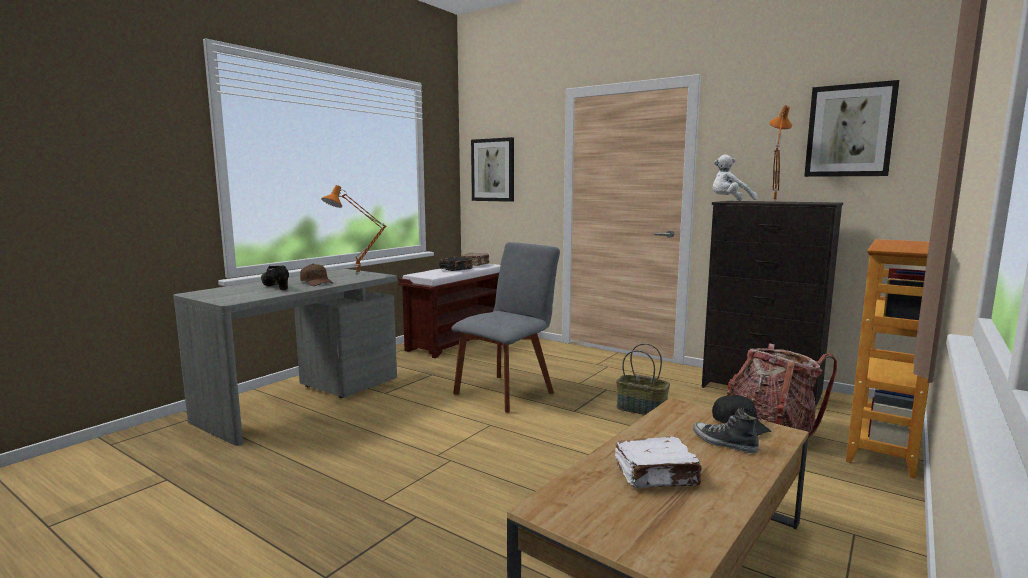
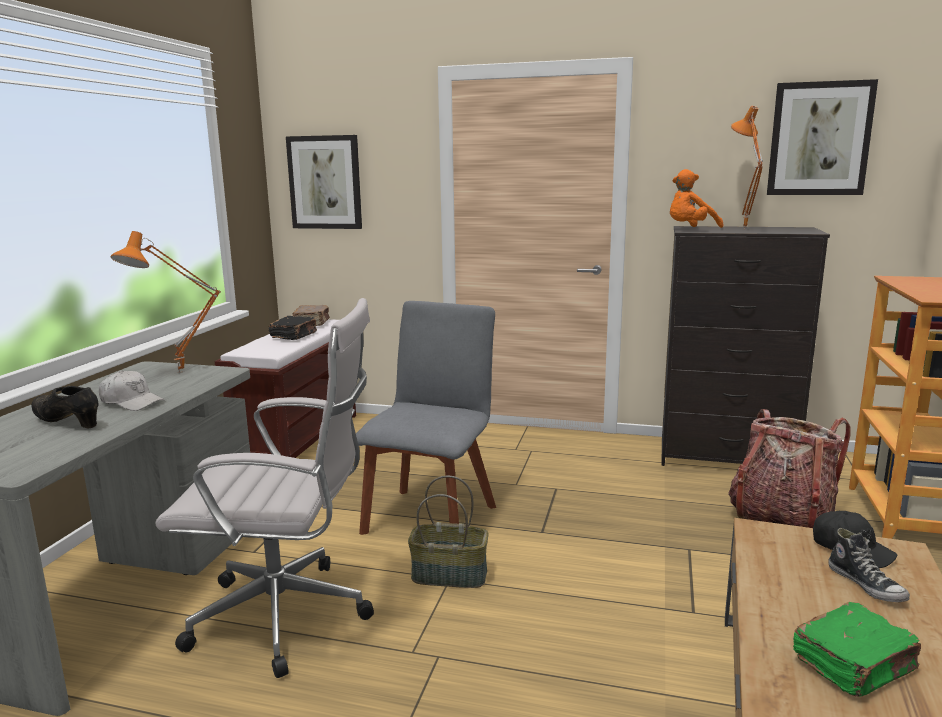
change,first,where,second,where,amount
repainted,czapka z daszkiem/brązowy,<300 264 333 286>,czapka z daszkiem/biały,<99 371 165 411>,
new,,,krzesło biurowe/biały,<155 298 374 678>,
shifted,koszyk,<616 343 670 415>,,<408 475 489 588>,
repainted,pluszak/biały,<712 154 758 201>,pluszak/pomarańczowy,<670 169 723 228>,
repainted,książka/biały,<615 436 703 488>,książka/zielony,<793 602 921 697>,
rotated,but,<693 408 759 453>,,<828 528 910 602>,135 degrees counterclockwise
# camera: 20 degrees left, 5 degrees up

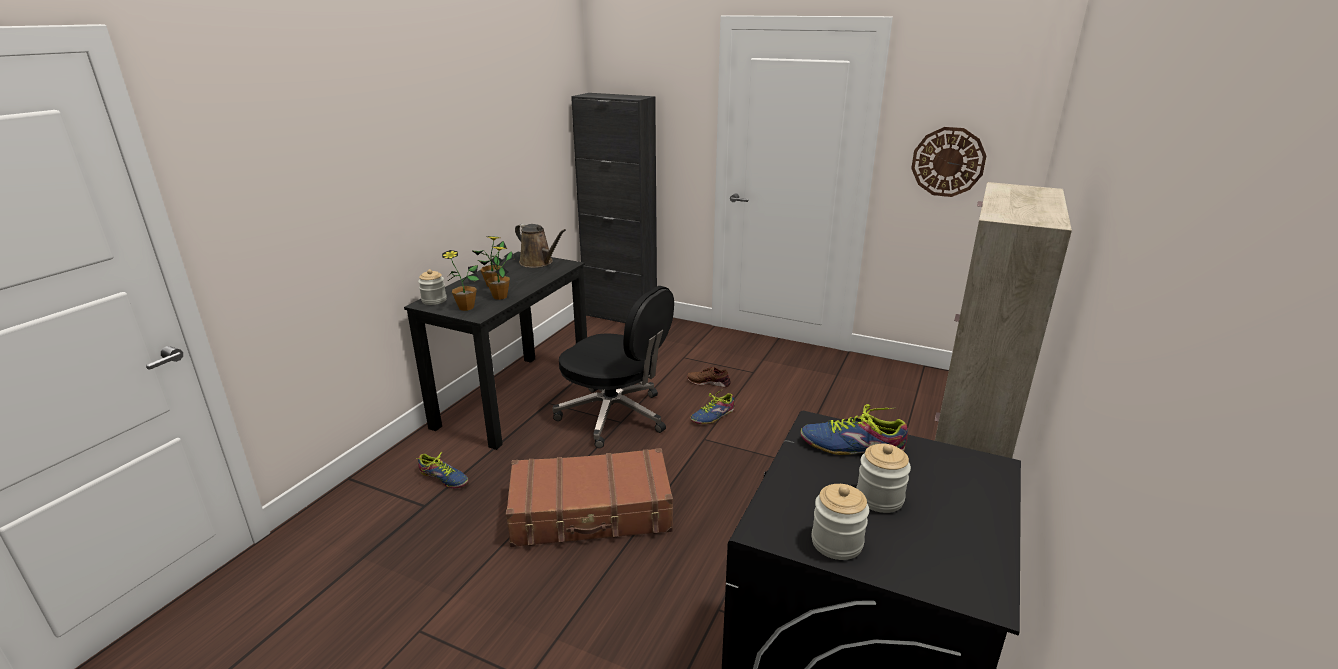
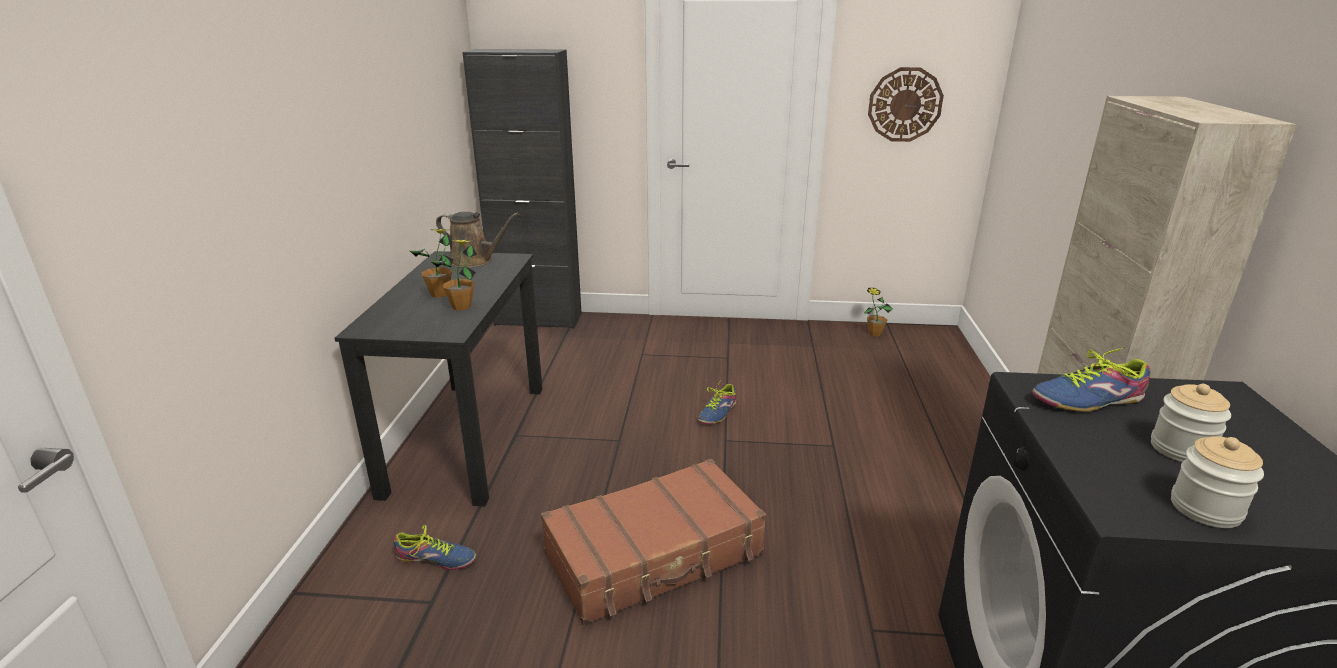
change,first,where,second,where,amount
shifted,roślina doniczkowa,<442 250 479 311>,,<864 288 893 336>,
gone,słoik,<418 269 447 305>,,,
gone,krzesło biurowe/czarny,<552 286 674 448>,,,
gone,but/brązowy,<687 366 731 387>,,,
# camera: 20 degrees left, 0 degrees up

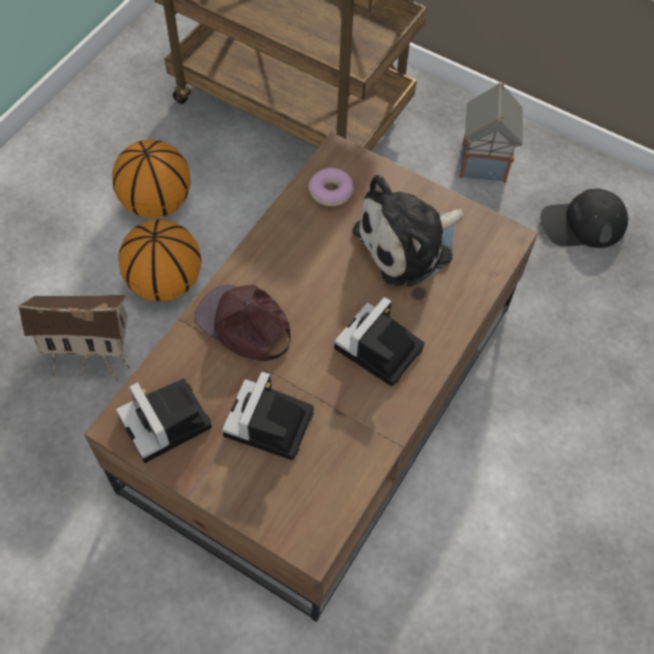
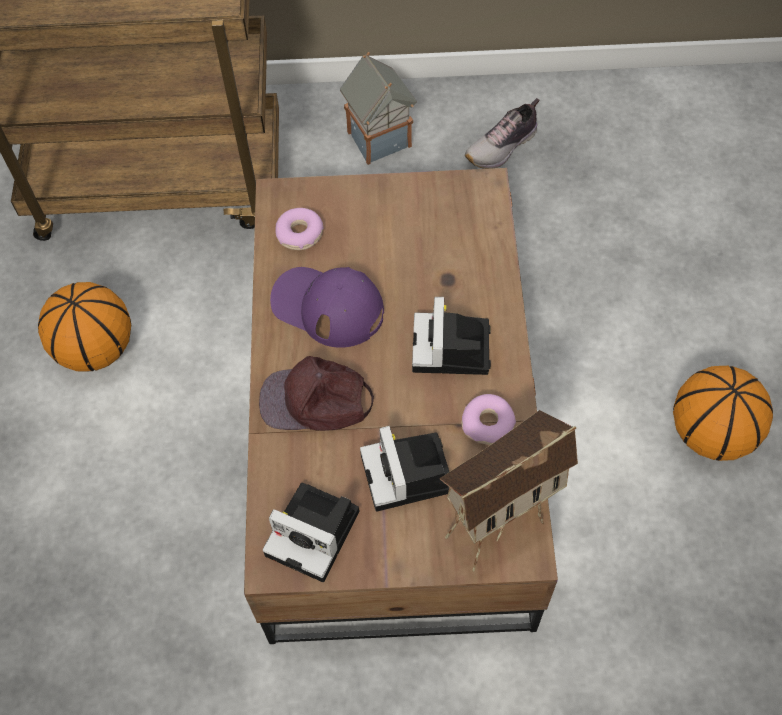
change,first,where,second,where,amount
new,,,czapka z daszkiem/fioletowy,<270 267 384 348>,
shifted,domek,<17 295 130 381>,,<440 410 578 572>,
new,,,donut,<461 394 516 445>,
swapped,czapka z daszkiem/czarny,<540 188 628 248>,but,<465 98 539 169>,
shifted,piłka do koszykówki,<118 219 201 302>,,<673 366 773 461>,
gone,pluszak,<352 174 463 287>,,,
# camera: 30 degrees left, 0 degrees up

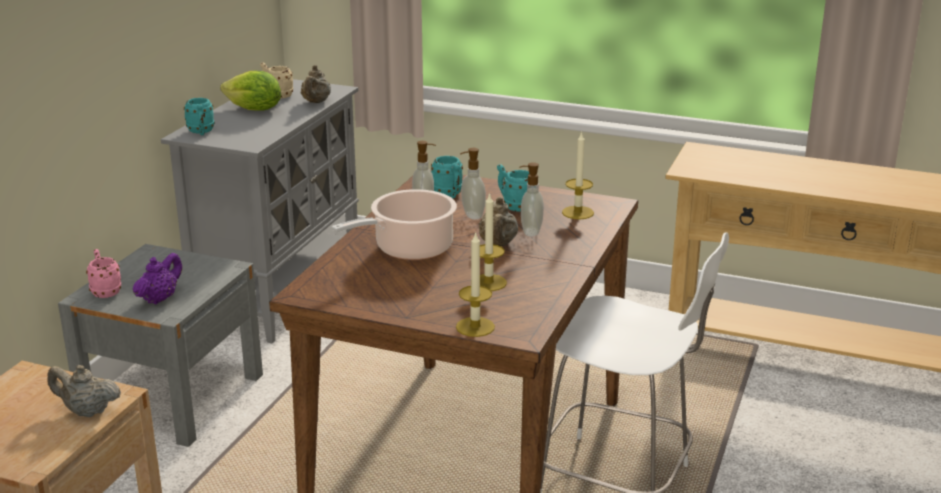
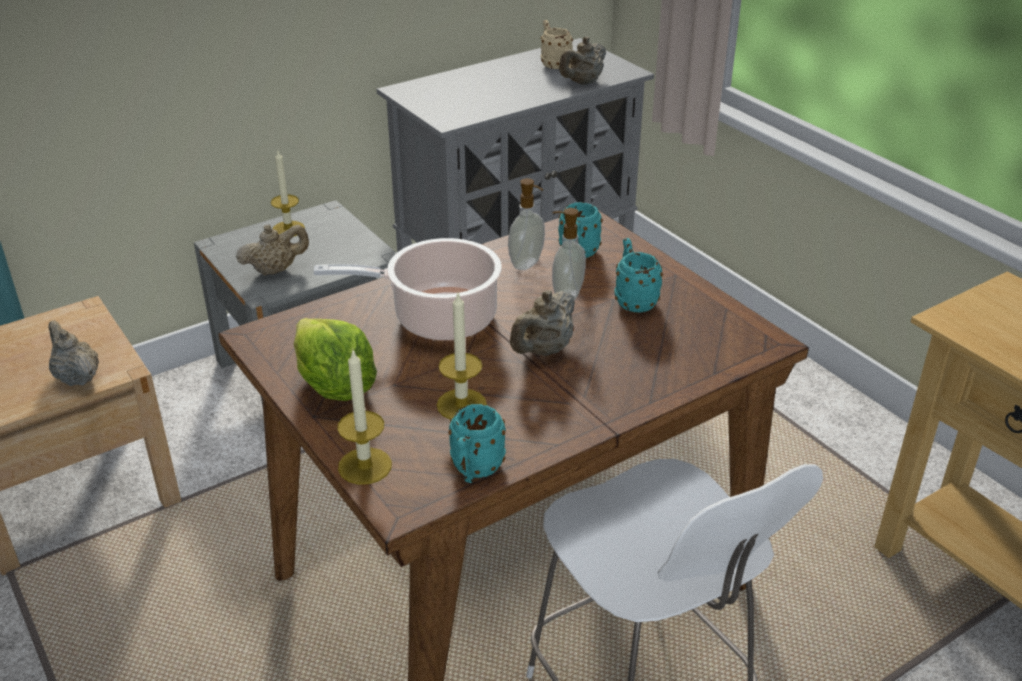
change,first,where,second,where,amount
repainted,imbryk/fioletowy,<133 253 182 304>,imbryk/beżowy,<236 224 309 276>,
shifted,świeca,<562 131 594 219>,,<271 151 305 237>,
shifted,sałata,<220 71 281 111>,,<294 318 377 401>,
shifted,kubek/turkusowy,<184 98 215 135>,,<448 404 506 483>,
gone,kubek/różowy,<86 249 121 298>,,,
gone,dozownik mydła,<519 162 544 237>,,,
# camera: 35 degrees right, 10 degrees up

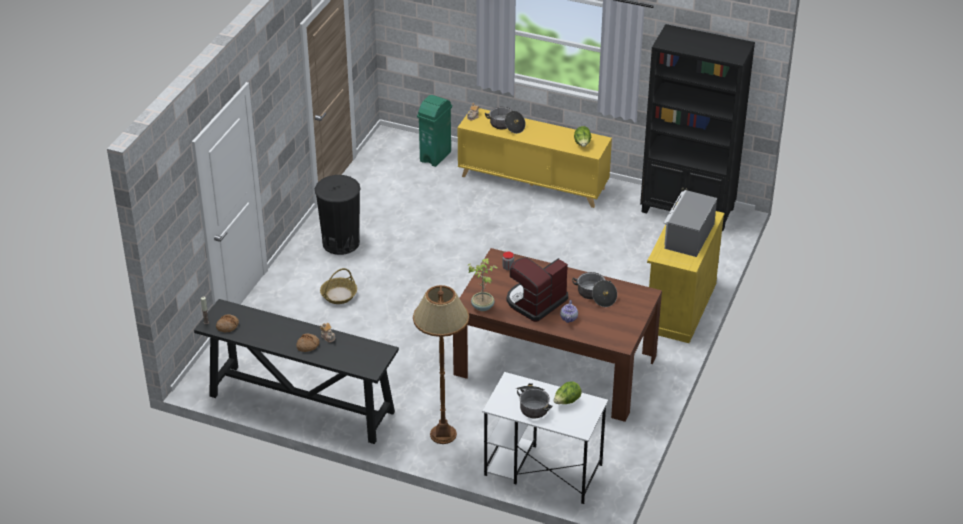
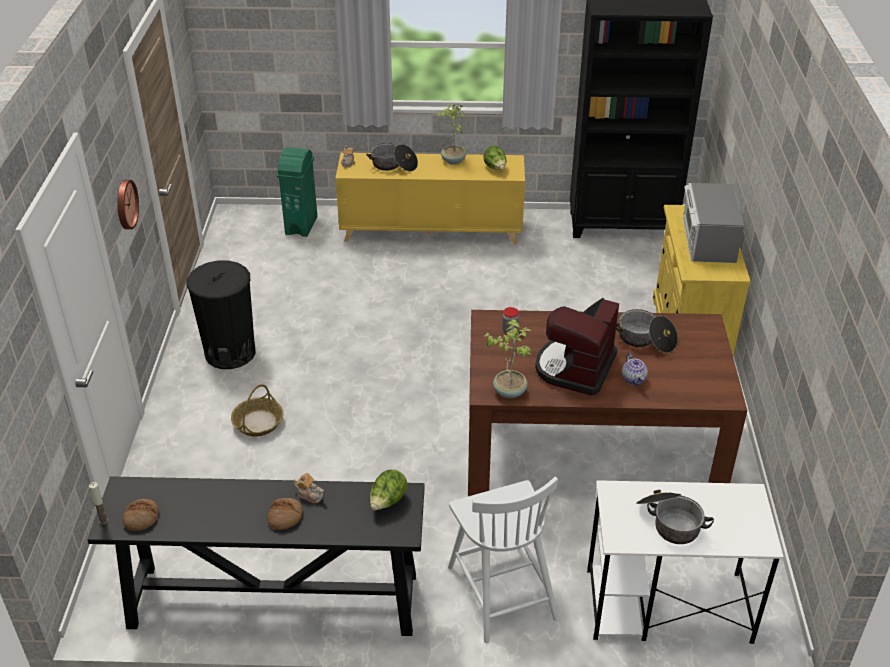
change,first,where,second,where,amount
new,,,zegar ścienny,<118 180 139 229>,
shifted,sałata,<554 381 582 404>,,<370 469 408 510>,
new,,,roślina doniczkowa,<436 104 466 165>,
swapped,lampa stojąca/brązowy,<413 285 469 444>,krzesło/biały,<448 477 559 643>,
# camera: 20 degrees left, 0 degrees up

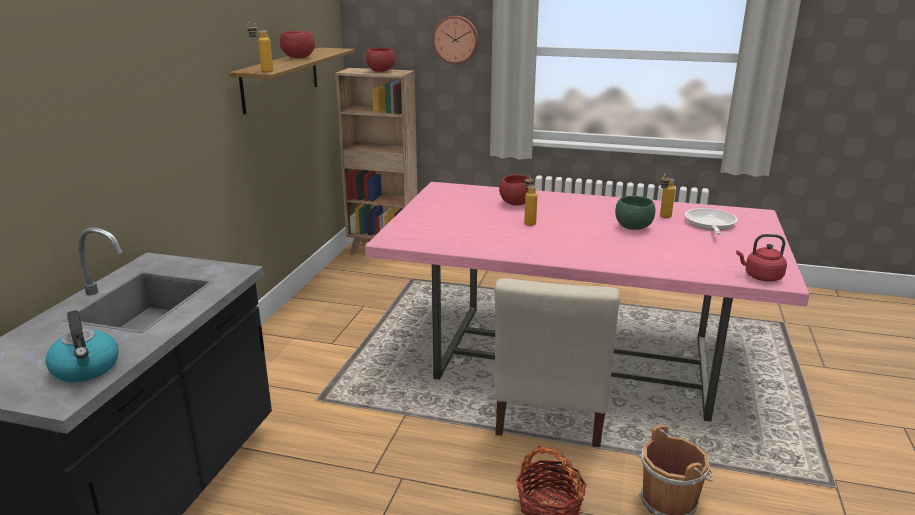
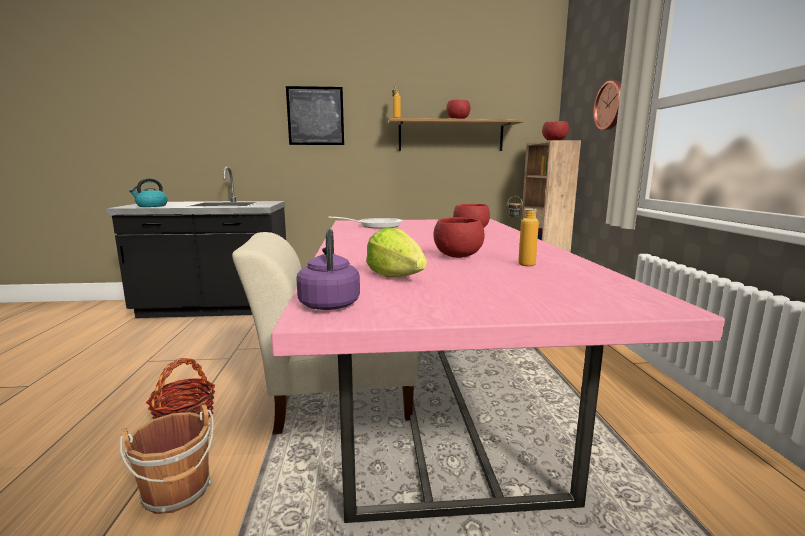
change,first,where,second,where,amount
new,,,obraz,<286 86 344 145>,
repainted,czajnik/czerwony,<736 234 787 282>,czajnik/fioletowy,<296 229 360 310>,
shifted,patelnia,<685 208 738 235>,,<329 216 403 229>,
new,,,sałata,<366 228 427 277>,
repainted,miska/zielony,<615 196 656 230>,miska/czerwony,<433 217 485 258>,
gone,butelka,<524 175 537 226>,,,
# camera: 70 degrees right, 10 degrees down

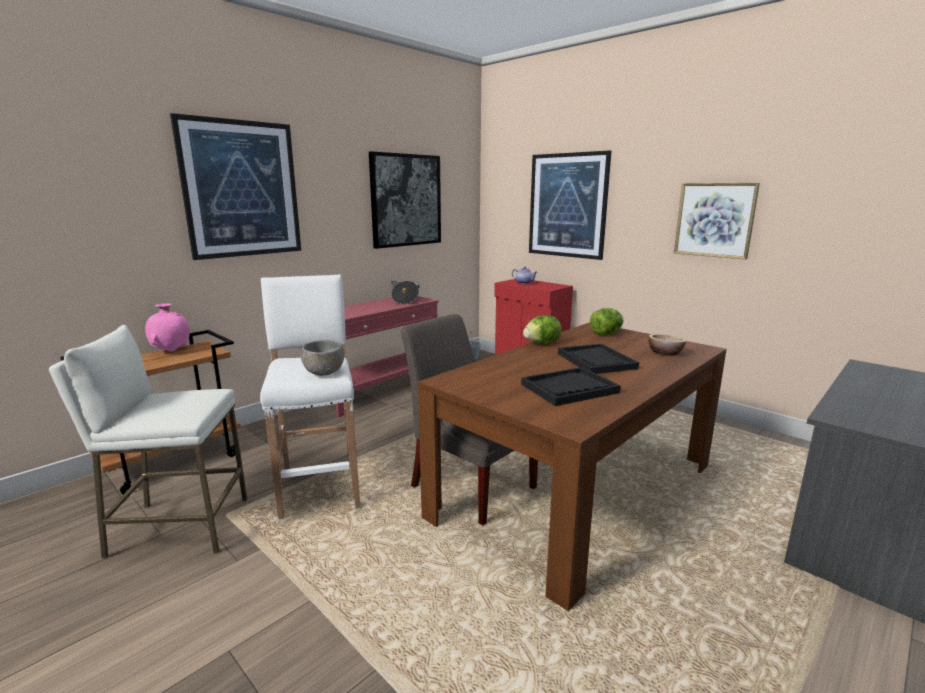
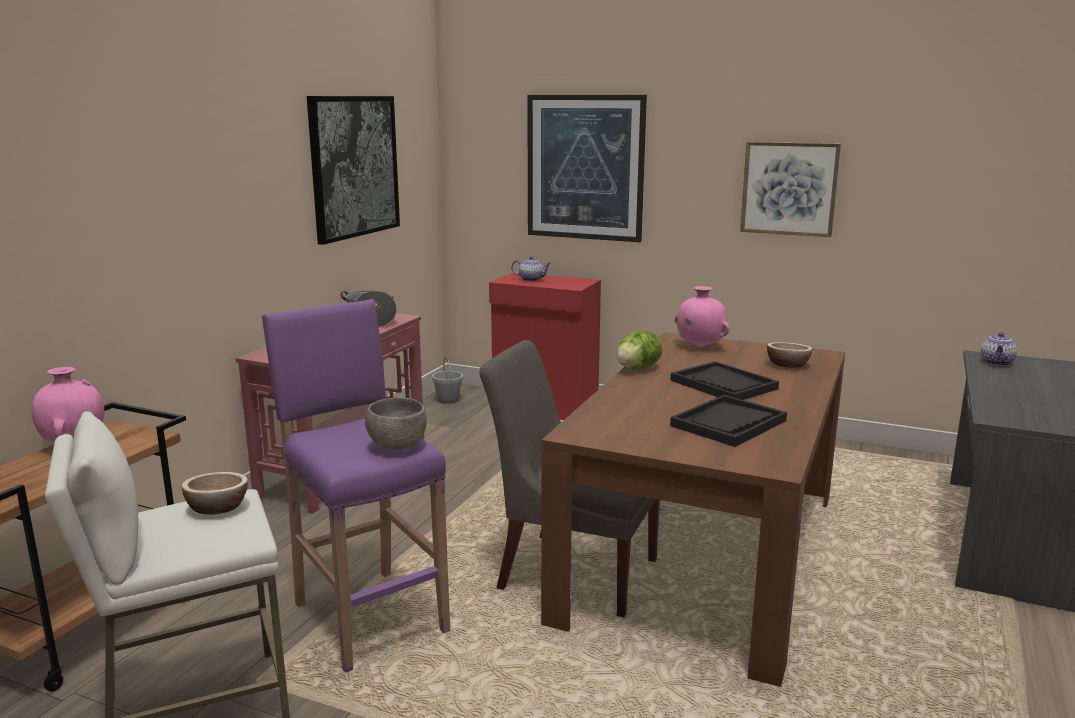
change,first,where,second,where,amount
new,,,miska,<182 472 248 514>,
repainted,stołek/biały,<260 274 360 521>,stołek/fioletowy,<262 299 450 673>,
swapped,sałata,<590 308 624 335>,wazon/różowy,<675 286 730 347>,
new,,,imbryk,<981 332 1017 366>,
gone,obraz,<170 113 301 260>,,,
# camera: 20 degrees left, 0 degrees up

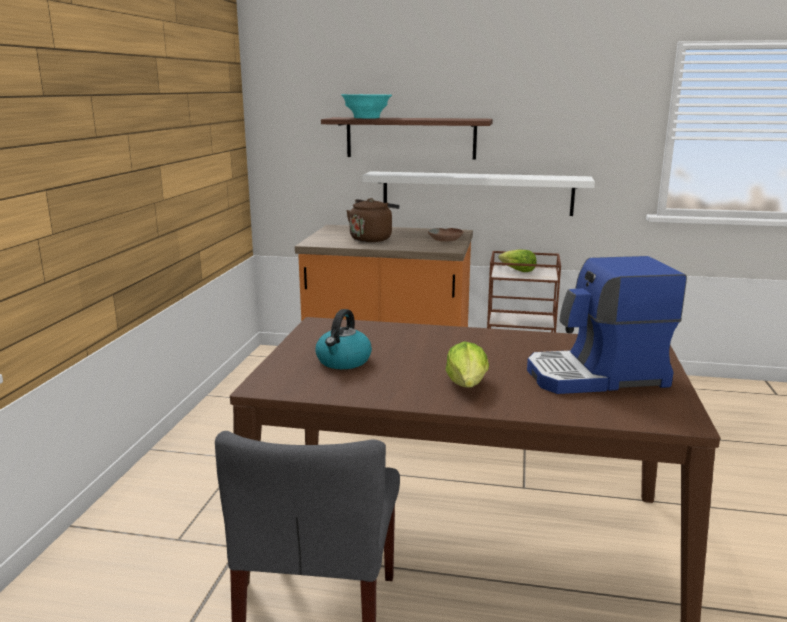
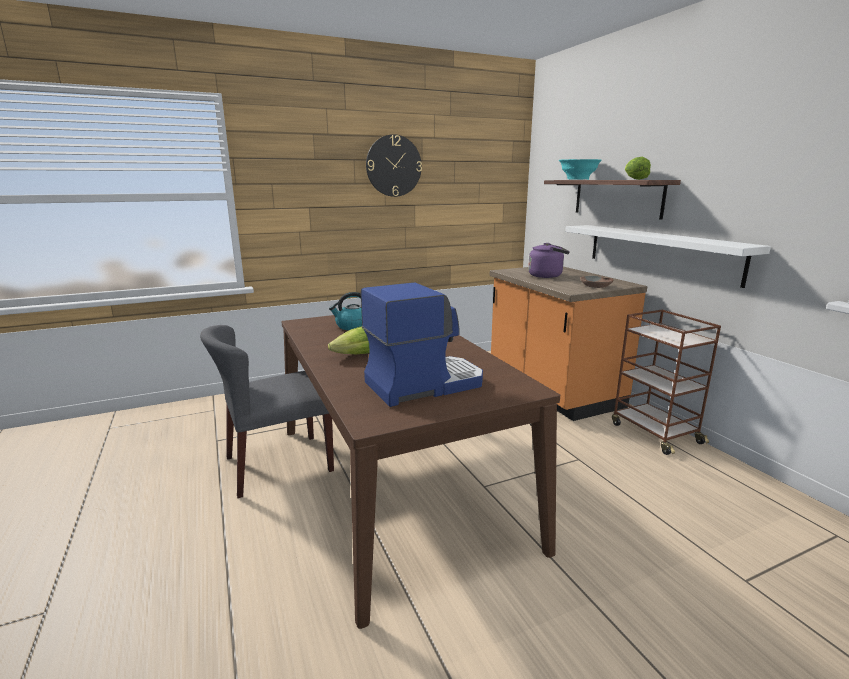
change,first,where,second,where,amount
rotated,ekspres do kawy,<527 256 687 394>,,<361 282 483 407>,105 degrees clockwise
new,,,zegar ścienny,<366 134 422 197>,
repainted,czajnik/brązowy,<346 198 400 242>,czajnik/fioletowy,<528 243 570 278>,
shifted,sałata,<499 250 536 272>,,<625 157 651 180>,
# camera: 55 degrees right, 0 degrees up

